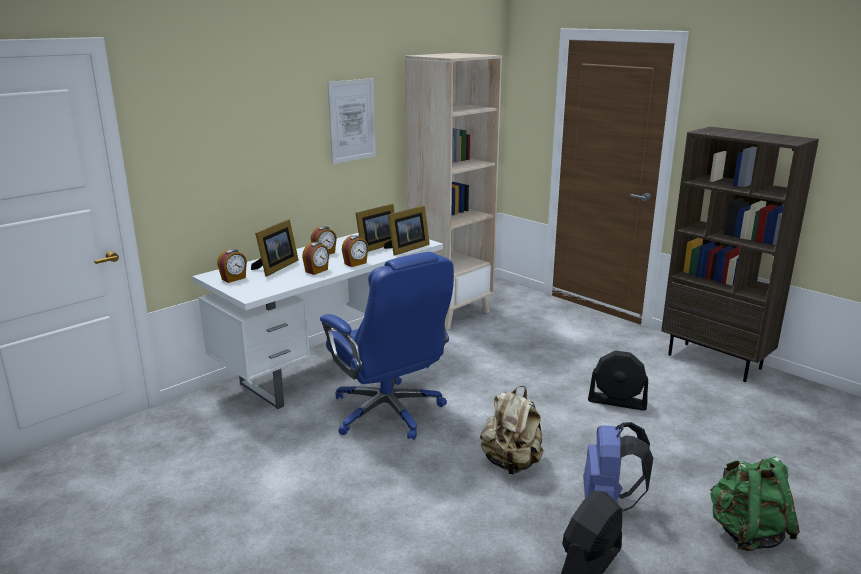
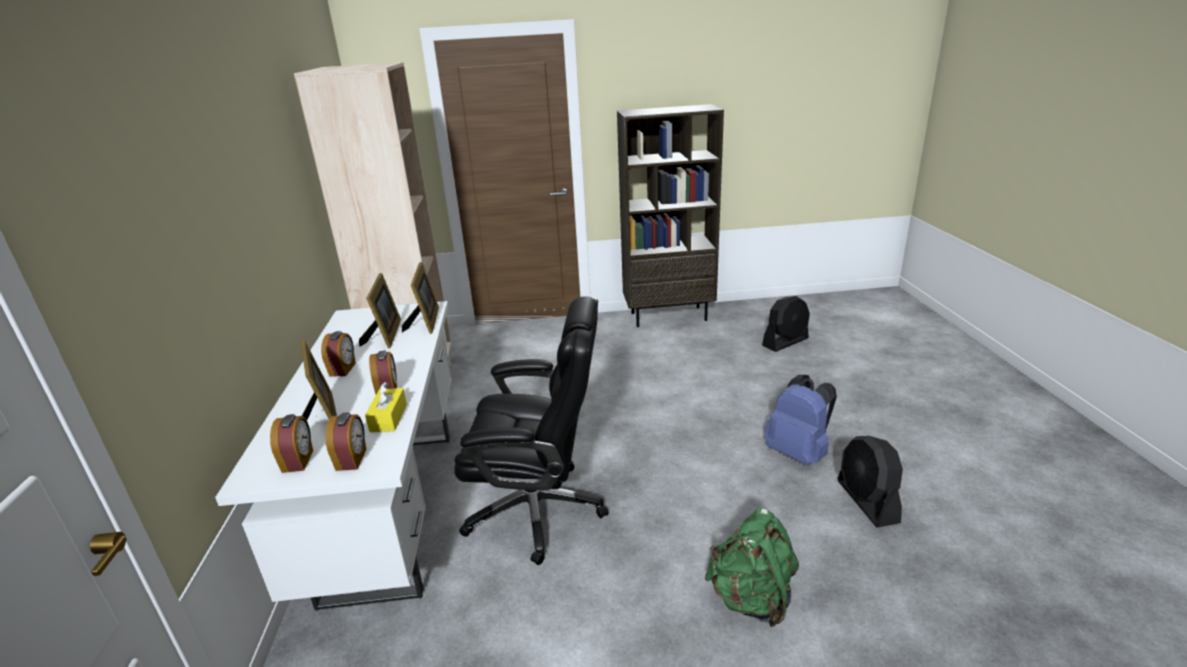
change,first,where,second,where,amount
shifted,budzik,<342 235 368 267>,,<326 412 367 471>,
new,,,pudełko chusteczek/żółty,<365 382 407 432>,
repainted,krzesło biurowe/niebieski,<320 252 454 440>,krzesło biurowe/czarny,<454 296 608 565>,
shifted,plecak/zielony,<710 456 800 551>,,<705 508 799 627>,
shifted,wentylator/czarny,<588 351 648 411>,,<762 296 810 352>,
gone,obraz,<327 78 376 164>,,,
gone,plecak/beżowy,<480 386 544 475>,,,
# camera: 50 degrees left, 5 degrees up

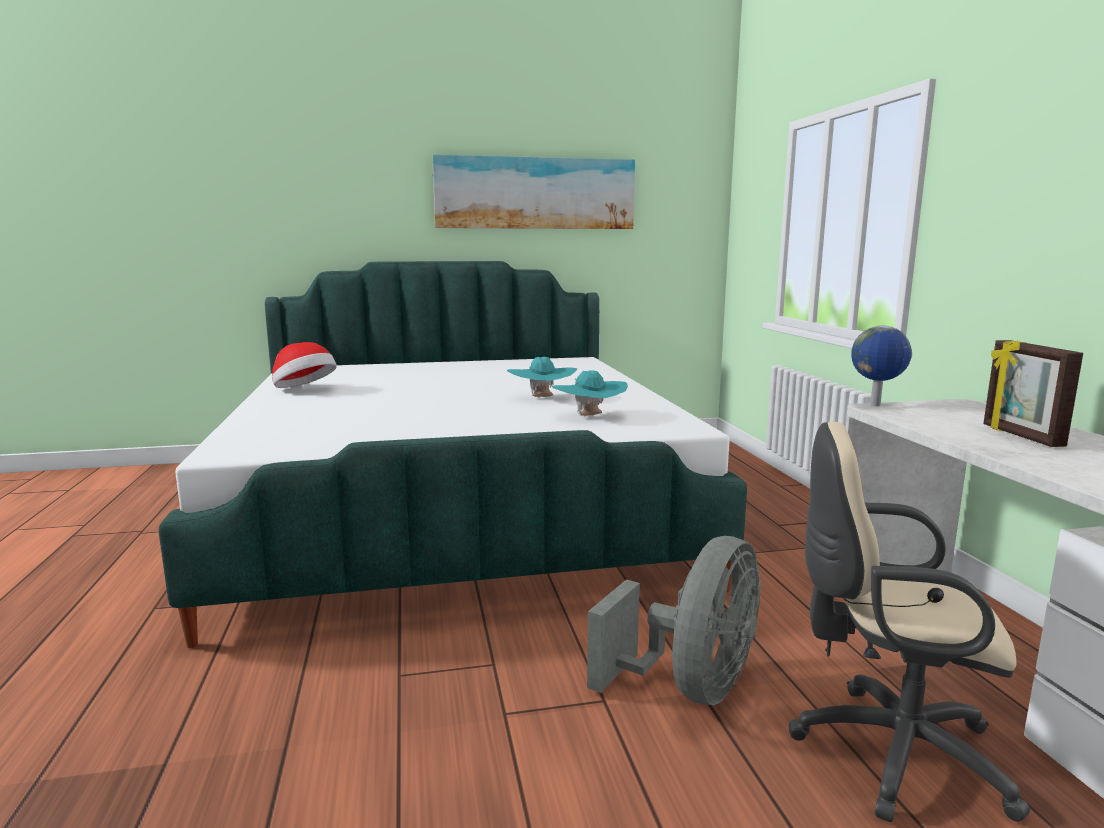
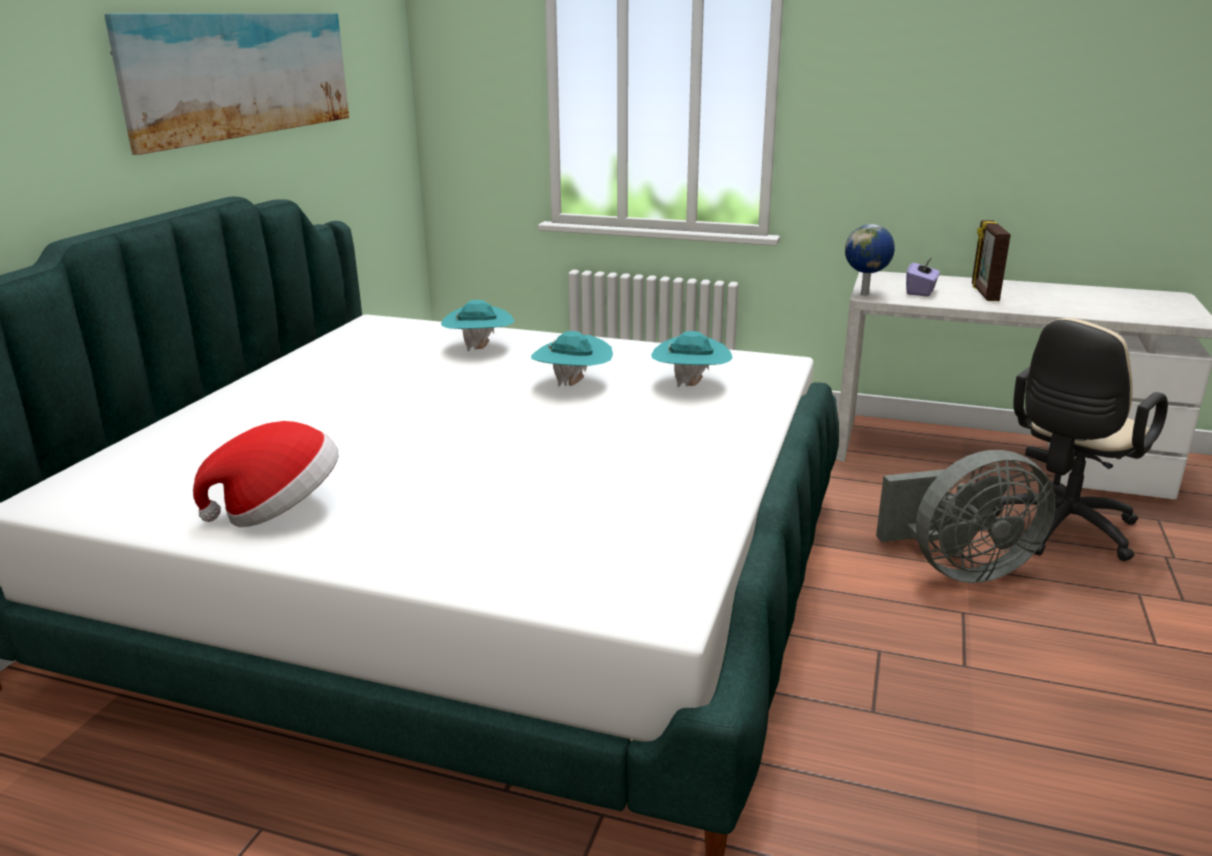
change,first,where,second,where,amount
new,,,kapelusz/turkusowy,<441 300 514 351>,
rotated,wentylator/szary,<587 536 761 705>,,<876 450 1056 583>,105 degrees clockwise
new,,,pudełko chusteczek/fioletowy,<906 257 940 297>,
rotated,ramka na zdjęcie,<983 340 1083 447>,,<972 220 1011 301>,75 degrees clockwise
# camera: 60 degrees left, 10 degrees up

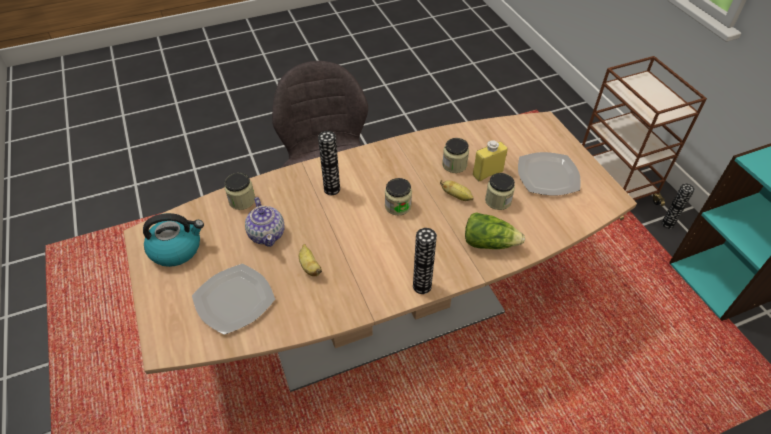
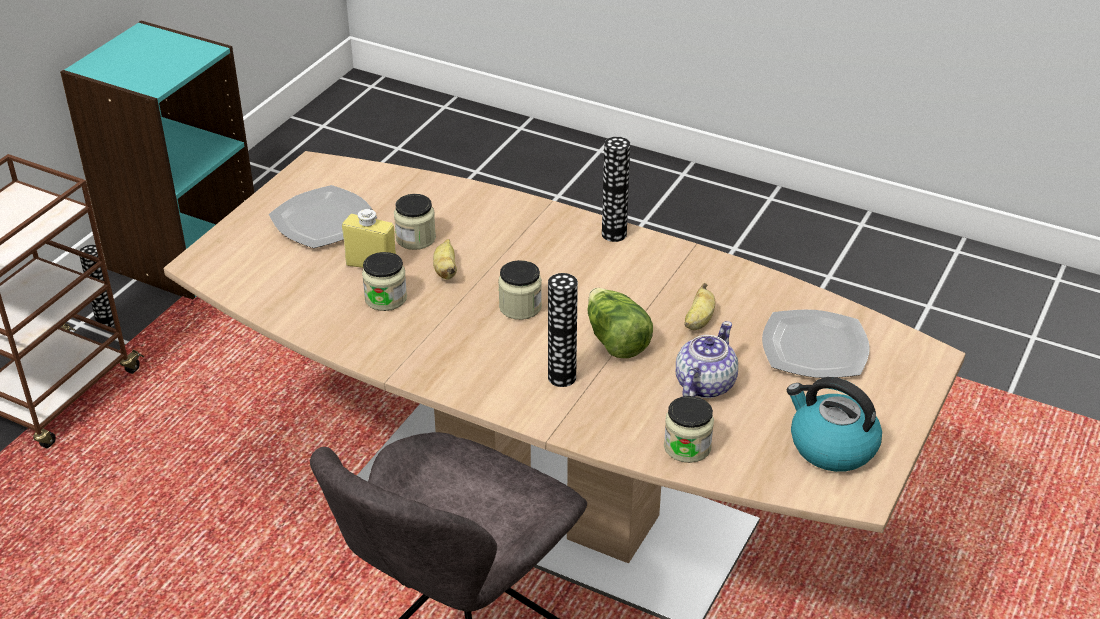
change,first,where,second,where,amount
shifted,sałata,<465 212 525 249>,,<588 288 653 358>,
# camera: 130 degrees left, 10 degrees down

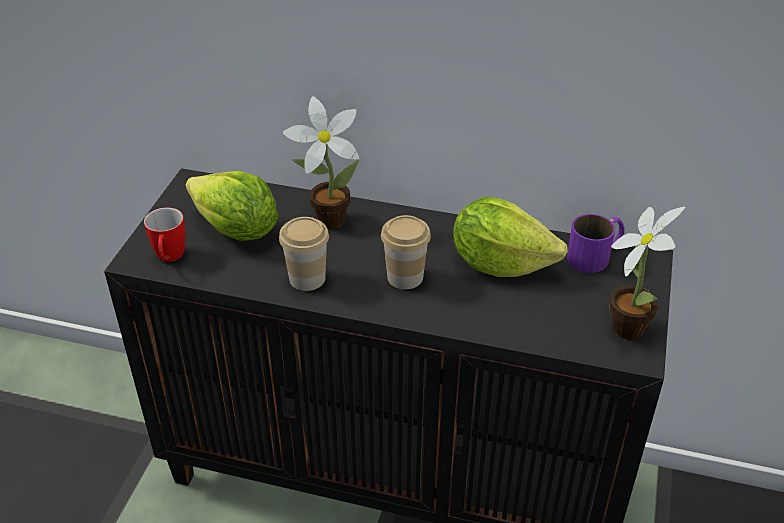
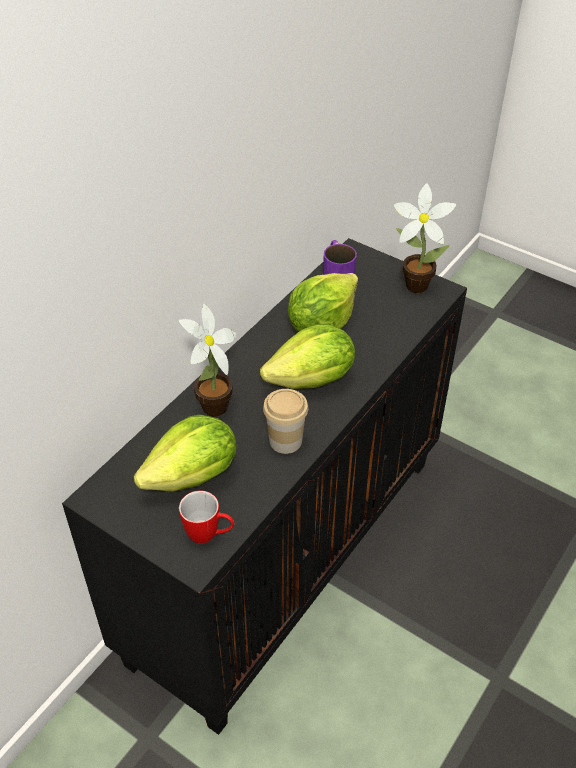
change,first,where,second,where,amount
swapped,filiżanka,<381 215 431 289>,sałata,<260 324 355 389>,
# camera: 70 degrees left, 5 degrees up

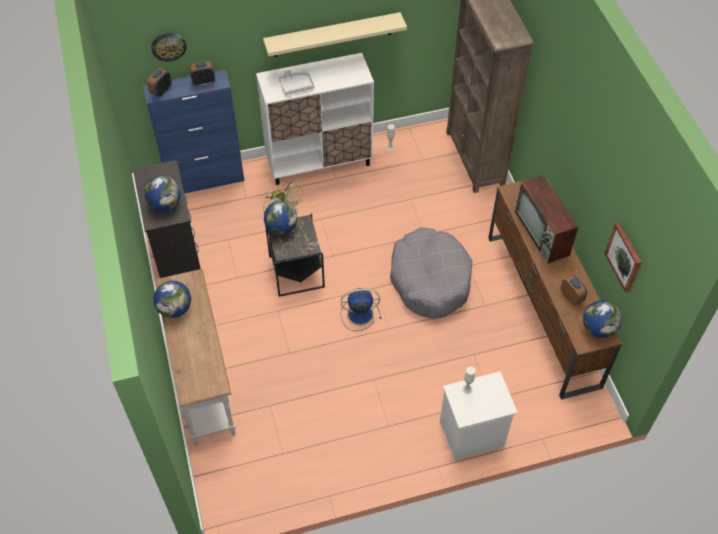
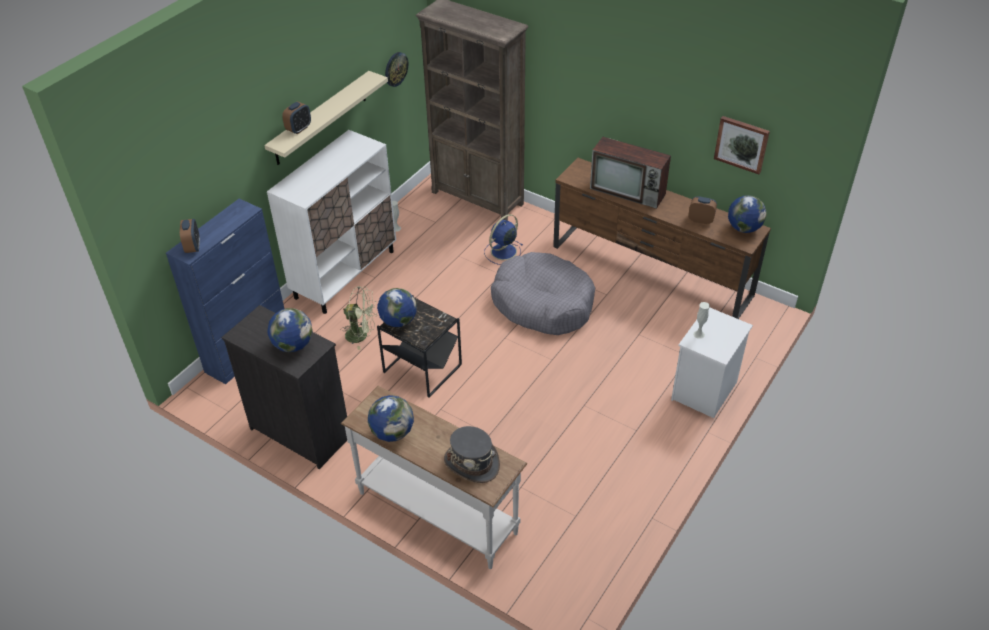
change,first,where,second,where,amount
shifted,budzik,<189 61 215 87>,,<282 102 311 134>,
shifted,zegar ścienny,<151 33 187 62>,,<385 52 408 87>,
new,,,kapelusz/szary,<444 426 500 483>,
shifted,wentylator/niebieski,<341 288 381 331>,,<484 214 523 265>,
gone,taca/szary,<278 69 314 95>,,,
# camera: 40 degrees left, 10 degrees down

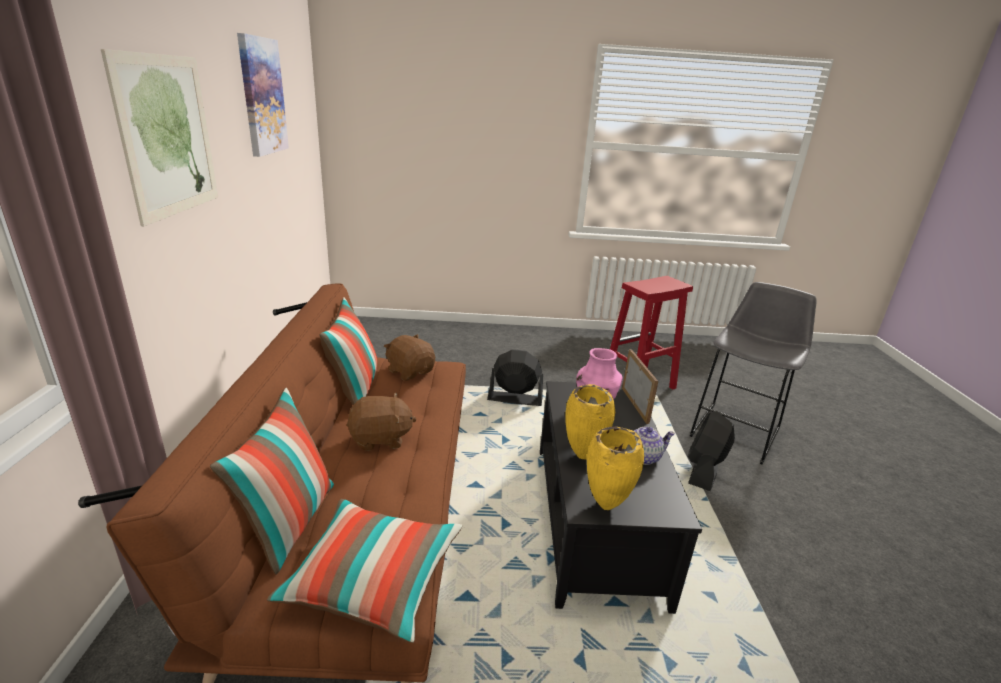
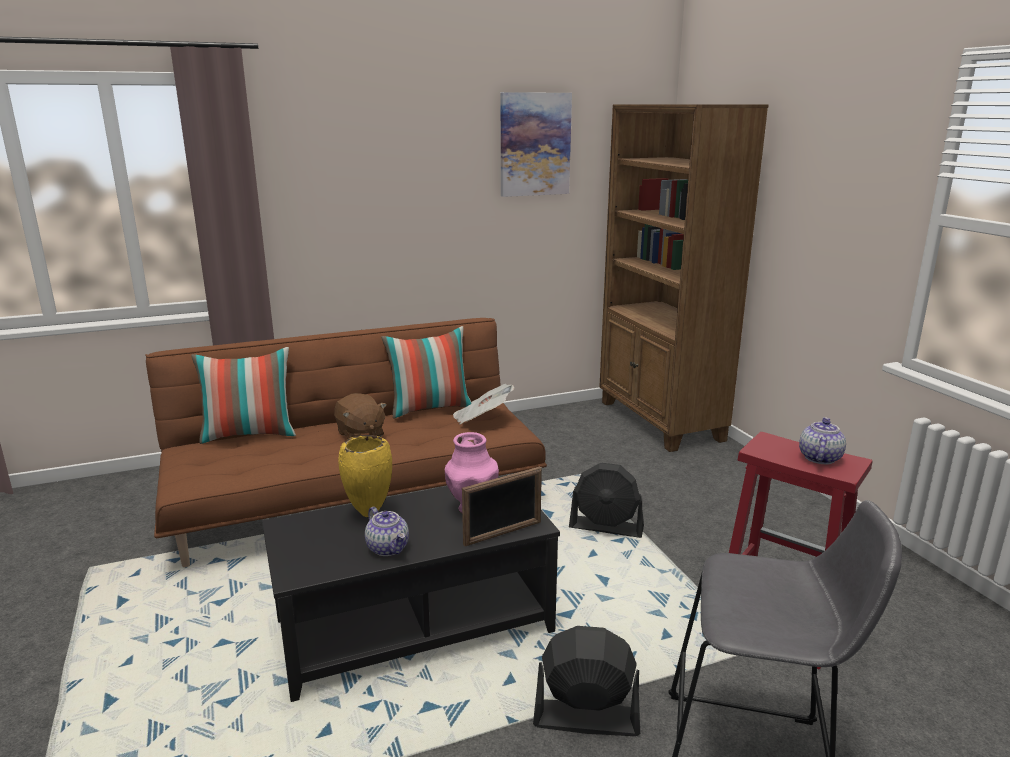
change,first,where,second,where,amount
swapped,pluszak/brązowy,<384 334 435 381>,gazeta,<453 384 514 424>,
rotated,wentylator/czarny,<487 349 543 406>,,<569 463 644 538>,120 degrees clockwise
new,,,regał/brązowy,<599 104 769 452>,
new,,,imbryk,<799 417 846 464>,
gone,obraz,<101 49 218 226>,,,
gone,poduszka,<267 499 463 643>,,,
gone,wazon/żółty,<587 427 644 510>,,,
# camera: 70 degrees right, 5 degrees down

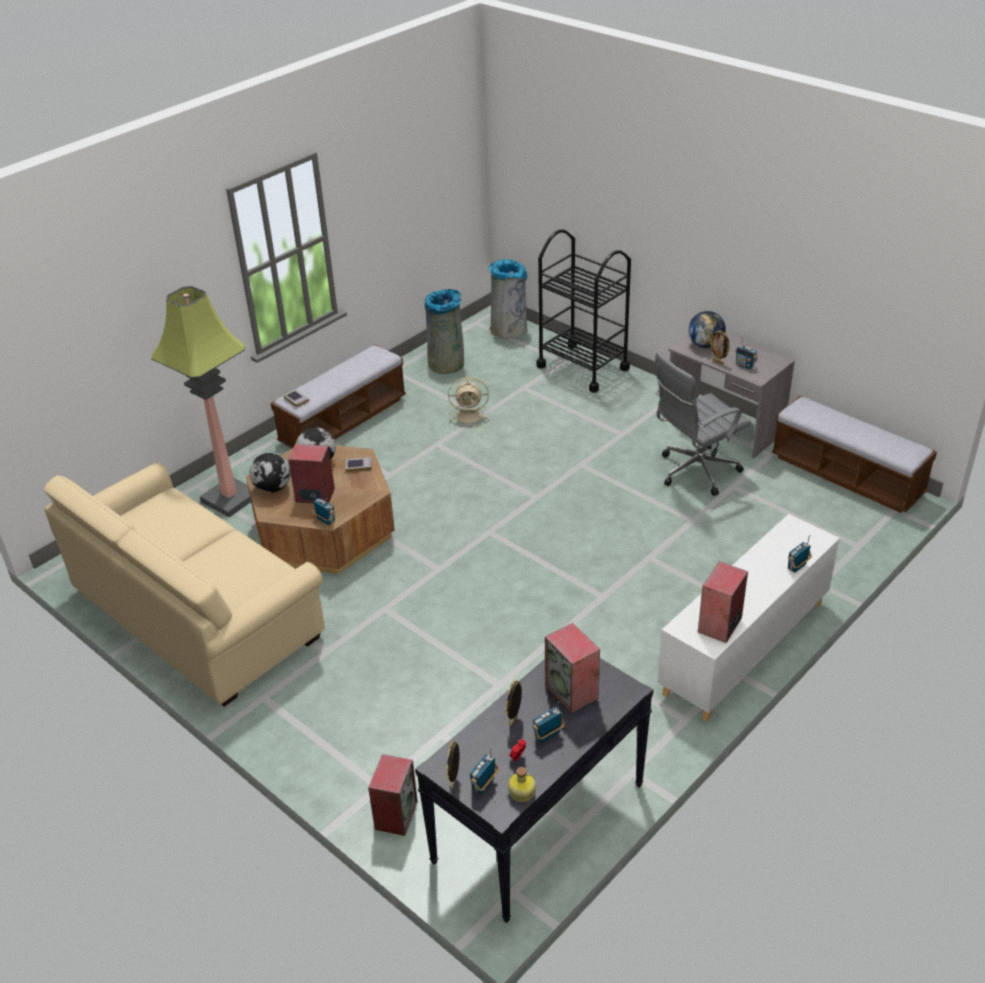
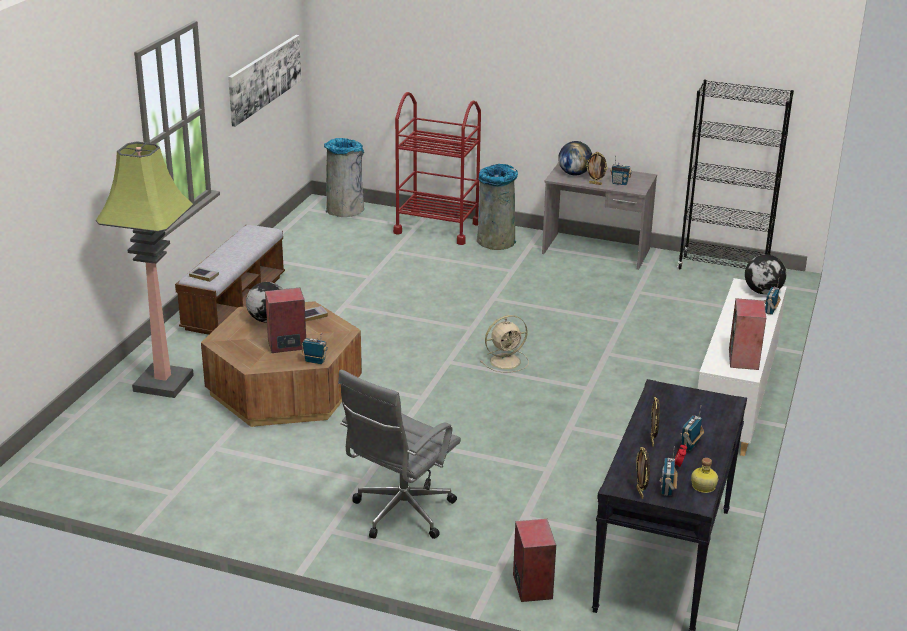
change,first,where,second,where,amount
new,,,obraz,<228 35 301 127>,
shifted,krzesło biurowe/szary,<655 352 751 496>,,<338 370 461 539>,
repainted,wózek/czarny,<536 229 631 393>,wózek/czerwony,<393 92 481 245>,
shifted,kosz na śmieci/szary,<425 289 464 374>,,<477 164 518 250>,
shifted,wentylator/beżowy,<448 377 490 427>,,<480 315 529 373>,
swapped,ławka,<772 396 937 513>,regał/czarny,<677 80 794 269>,
shifted,globus,<250 452 291 493>,,<745 254 787 295>,
gone,kanapa/beżowy,<44 462 325 707>,,,
gone,głośnik,<545 623 600 714>,,,
# camera: 25 degrees left, 10 degrees down

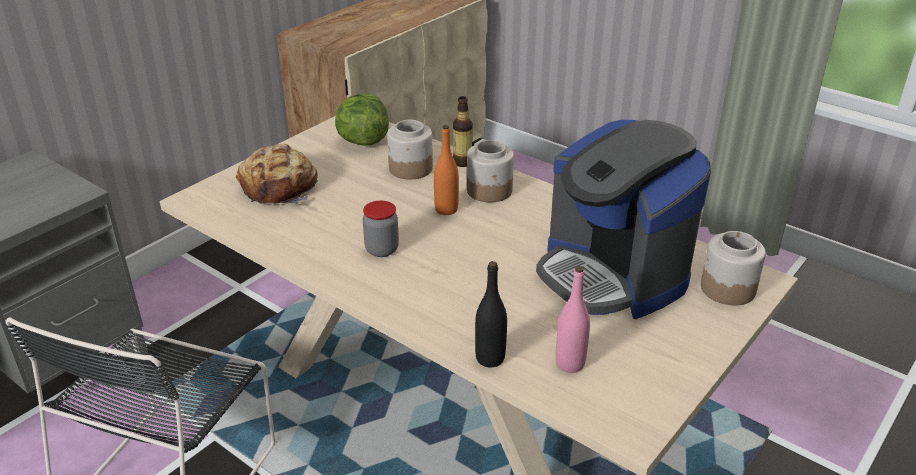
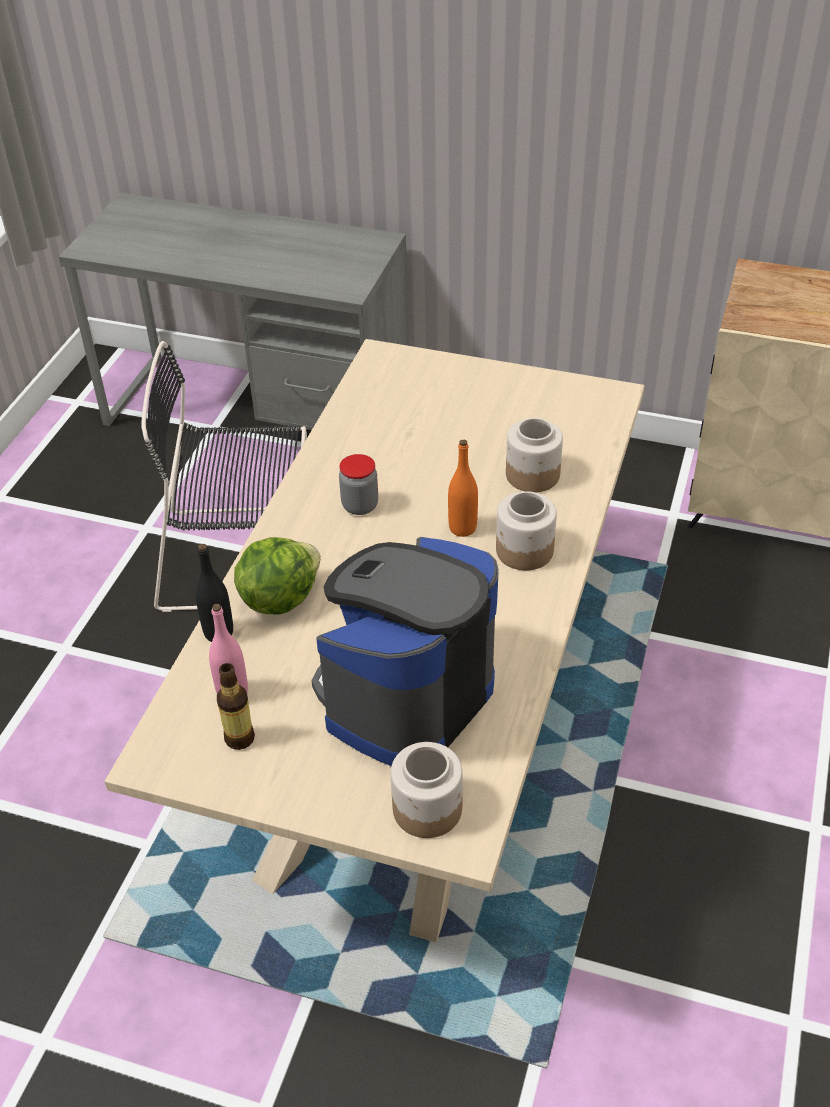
change,first,where,second,where,amount
shifted,butelka,<453 96 473 167>,,<217 663 255 750>,
shifted,sałata,<335 94 389 145>,,<234 537 321 615>,
gone,chleb,<236 144 318 204>,,,
# camera: 70 degrees right, 10 degrees up

